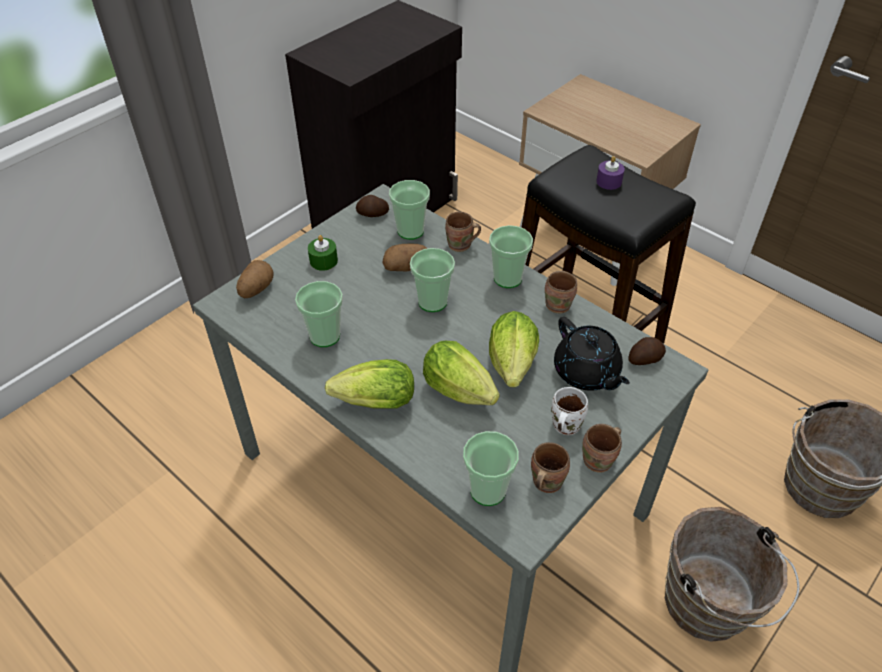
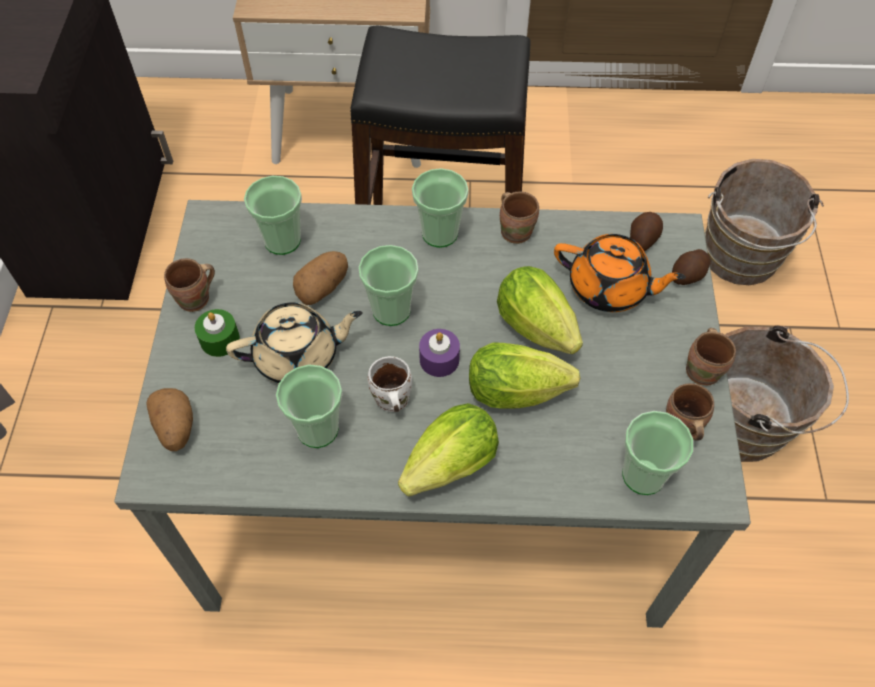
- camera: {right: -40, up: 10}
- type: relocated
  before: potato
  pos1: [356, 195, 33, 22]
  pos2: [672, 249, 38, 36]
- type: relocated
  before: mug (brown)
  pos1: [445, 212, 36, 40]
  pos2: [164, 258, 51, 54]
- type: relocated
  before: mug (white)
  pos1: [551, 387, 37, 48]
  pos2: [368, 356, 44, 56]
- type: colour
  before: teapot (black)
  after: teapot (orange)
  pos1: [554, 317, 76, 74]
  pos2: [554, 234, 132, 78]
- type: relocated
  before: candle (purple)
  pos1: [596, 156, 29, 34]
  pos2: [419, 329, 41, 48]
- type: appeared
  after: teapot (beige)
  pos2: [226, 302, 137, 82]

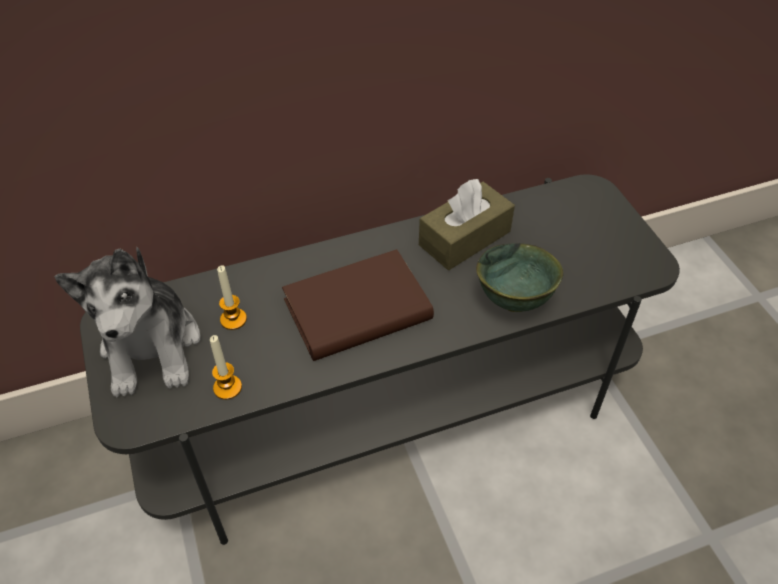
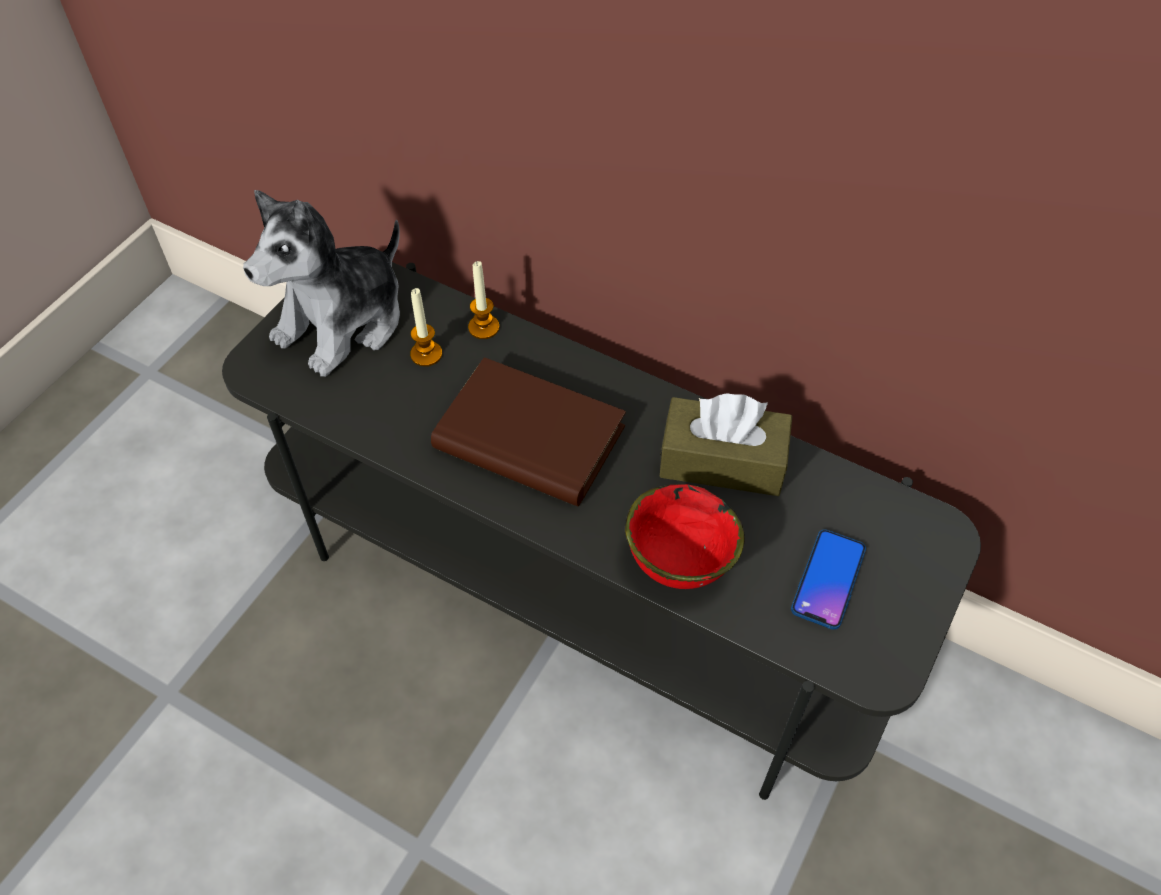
- camera: {right: 50, up: 5}
- type: relocated
  before: candle
  pos1: [210, 335, 32, 65]
  pos2: [468, 261, 31, 78]
- type: colour
  before: bowl (green)
  after: bowl (red)
  pos1: [476, 243, 87, 69]
  pos2: [625, 484, 120, 105]
- type: appeared
  after: phone
  pos2: [791, 529, 75, 101]

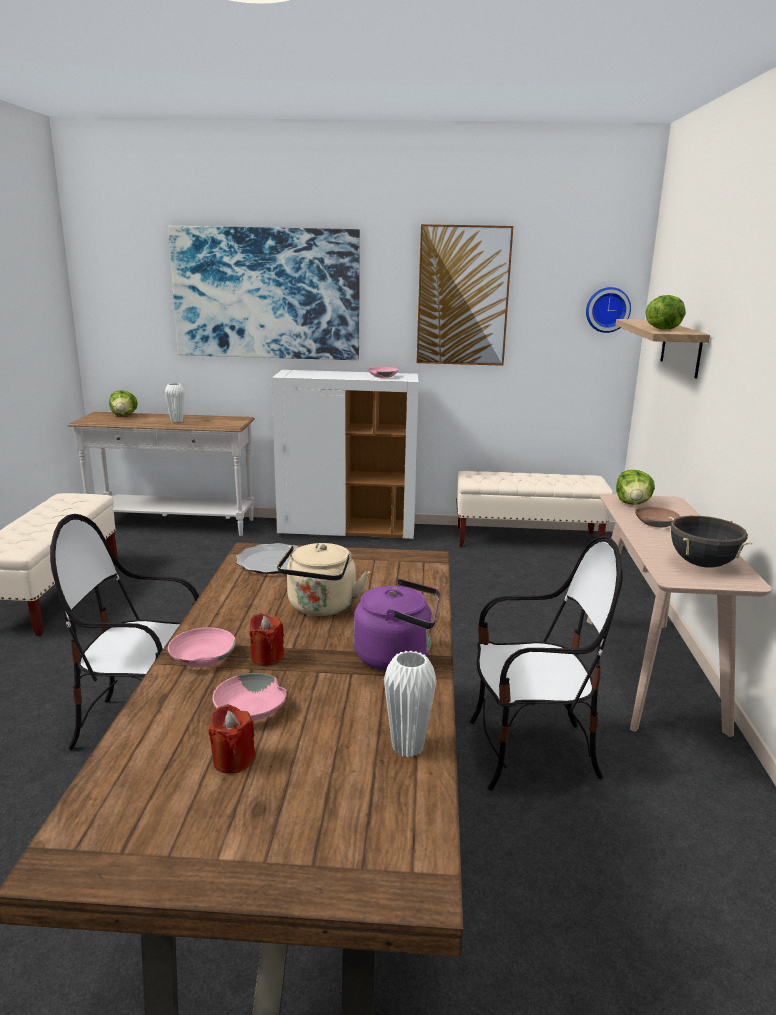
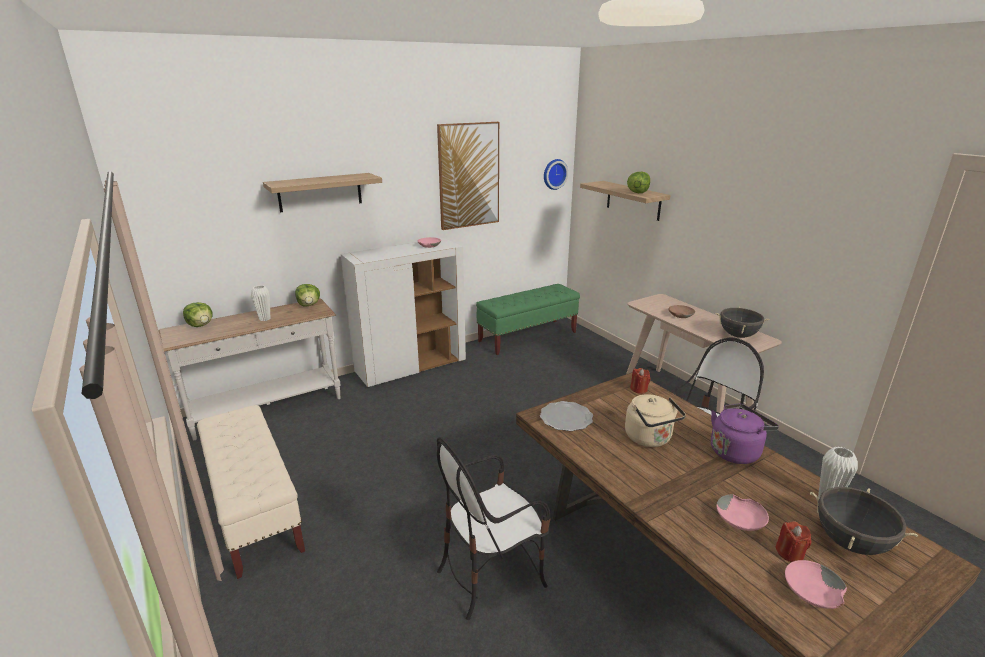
- camera: {right: -35, up: 5}
- type: exchanged
  before: picture
  after: shelf
  pos1: [168, 226, 192, 134]
  pos2: [263, 173, 119, 39]
- type: relocated
  before: bowl (pink)
  pos1: [168, 628, 68, 40]
  pos2: [785, 560, 62, 49]
- type: relocated
  before: candle (red)
  pos1: [250, 613, 34, 53]
  pos2: [630, 368, 20, 26]
- type: colour
  before: bench (beige)
  after: bench (green)
  pos1: [456, 471, 157, 75]
  pos2: [476, 284, 104, 71]
- type: relocated
  before: lettuce
  pos1: [616, 470, 39, 35]
  pos2: [295, 284, 25, 22]
- type: appeared
  after: cooking pot (black)
  pos2: [810, 487, 108, 68]

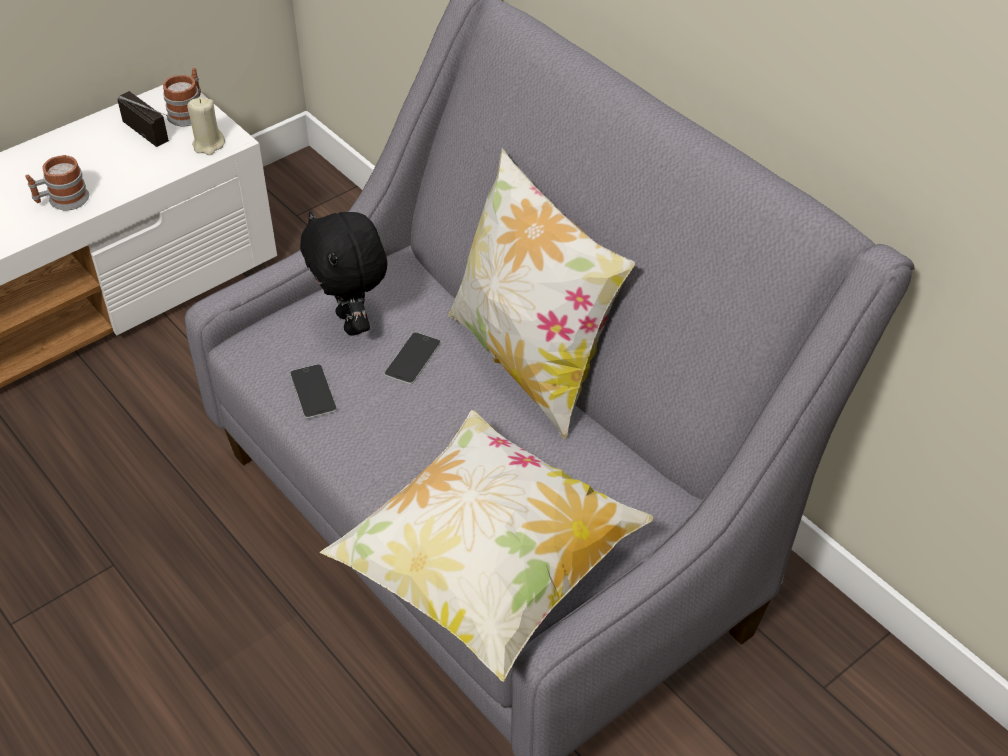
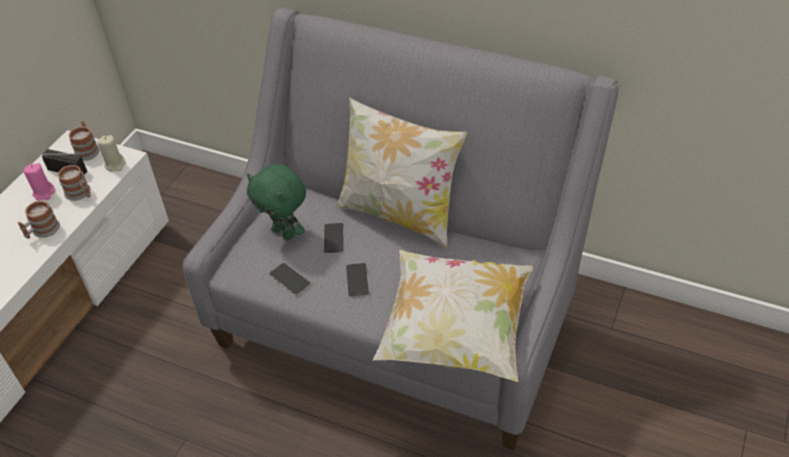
- camera: {right: -25, up: 0}
- type: colour
  before: plush toy (black)
  after: plush toy (green)
  pos1: [300, 211, 87, 125]
  pos2: [247, 164, 59, 76]
- type: appeared
  after: candle (pink)
  pos2: [24, 163, 31, 38]
- type: appeared
  after: mug
  pos2: [58, 165, 33, 36]
- type: appeared
  after: phone
  pos2: [346, 263, 23, 35]

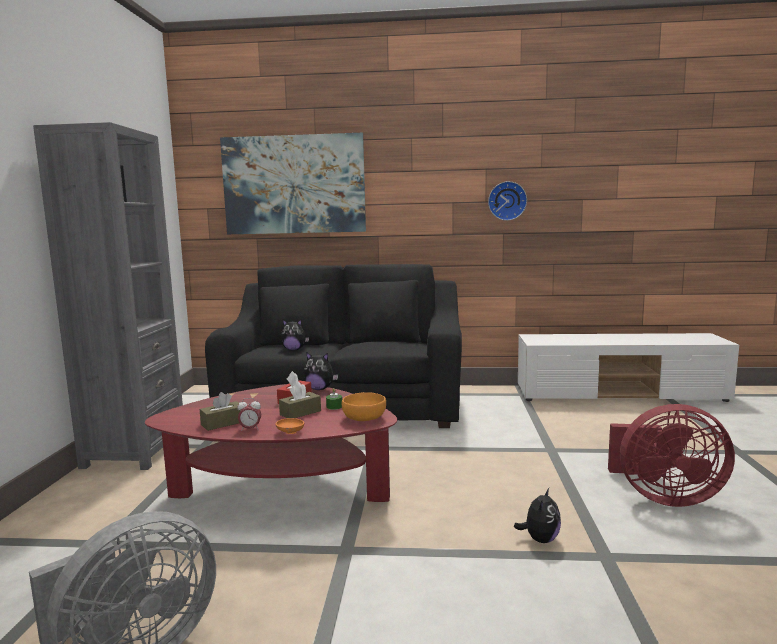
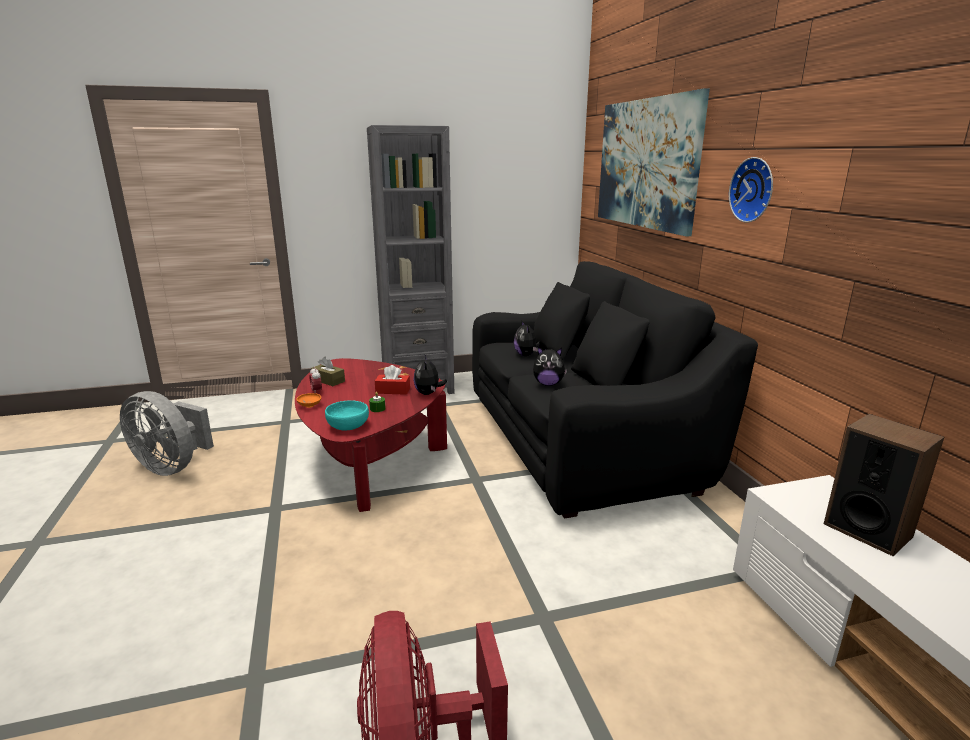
- camera: {right: 70, up: 10}
- type: missing
  before: tissue box (brown)
  pos1: [279, 382, 42, 36]
- type: colour
  before: bowl (orange)
  after: bowl (turquoise)
  pos1: [342, 392, 44, 29]
  pos2: [325, 401, 44, 29]
- type: relocated
  before: wall clock
  pos1: [488, 181, 39, 40]
  pos2: [729, 157, 44, 66]
- type: relocated
  before: plush toy
  pos1: [514, 488, 47, 55]
  pos2: [533, 347, 35, 39]
- type: appeared
  after: speaker
  pos2: [824, 414, 120, 142]

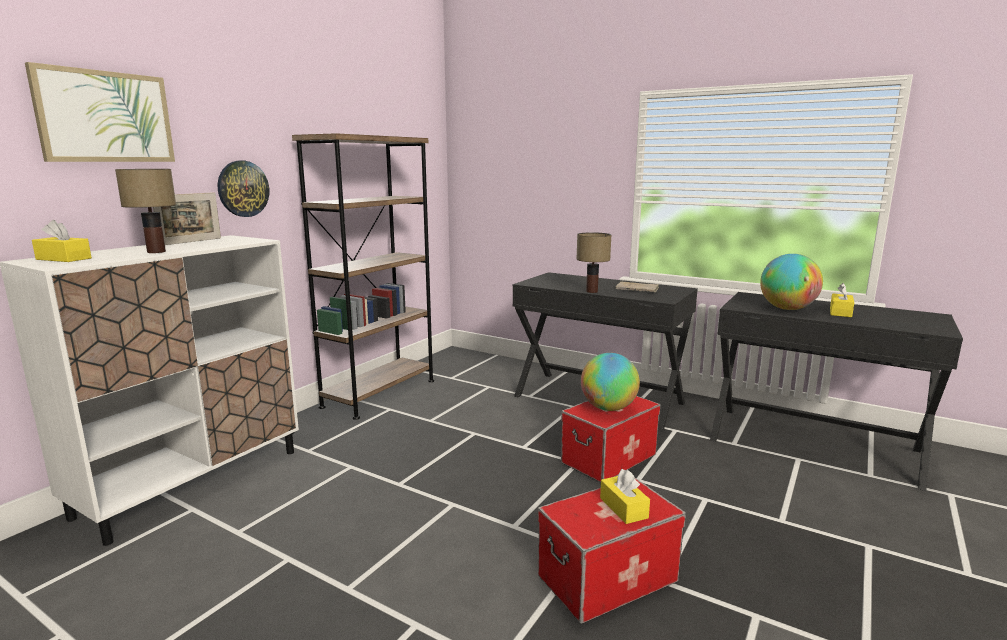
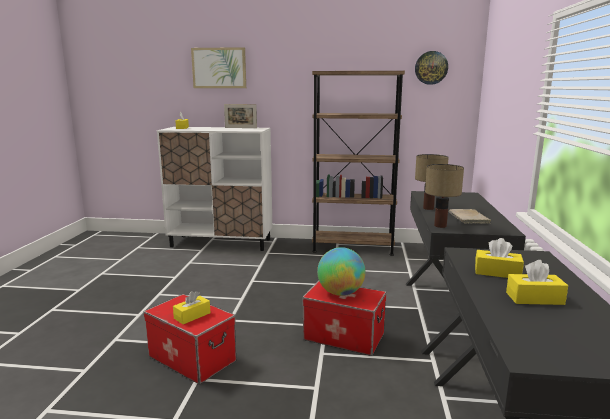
- camera: {right: 65, up: 0}
- type: relocated
  before: table lamp
  pos1: [115, 169, 61, 84]
  pos2: [425, 164, 39, 64]
- type: relocated
  before: wall clock
  pos1: [218, 161, 51, 56]
  pos2: [415, 51, 33, 34]
- type: exchanged
  before: globe
  after: tissue box (yellow)
  pos1: [760, 254, 63, 56]
  pos2: [475, 238, 49, 40]

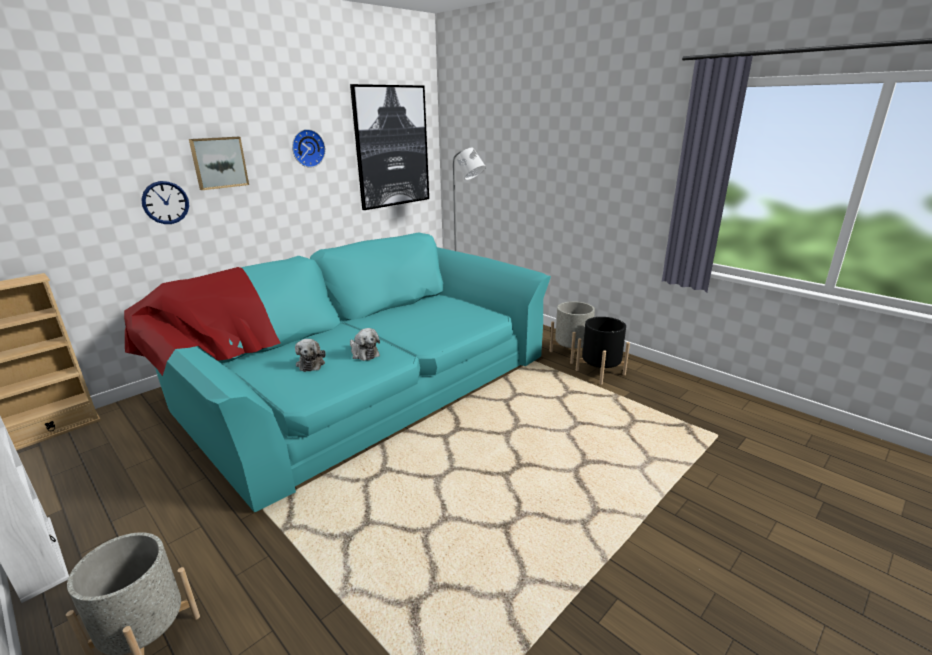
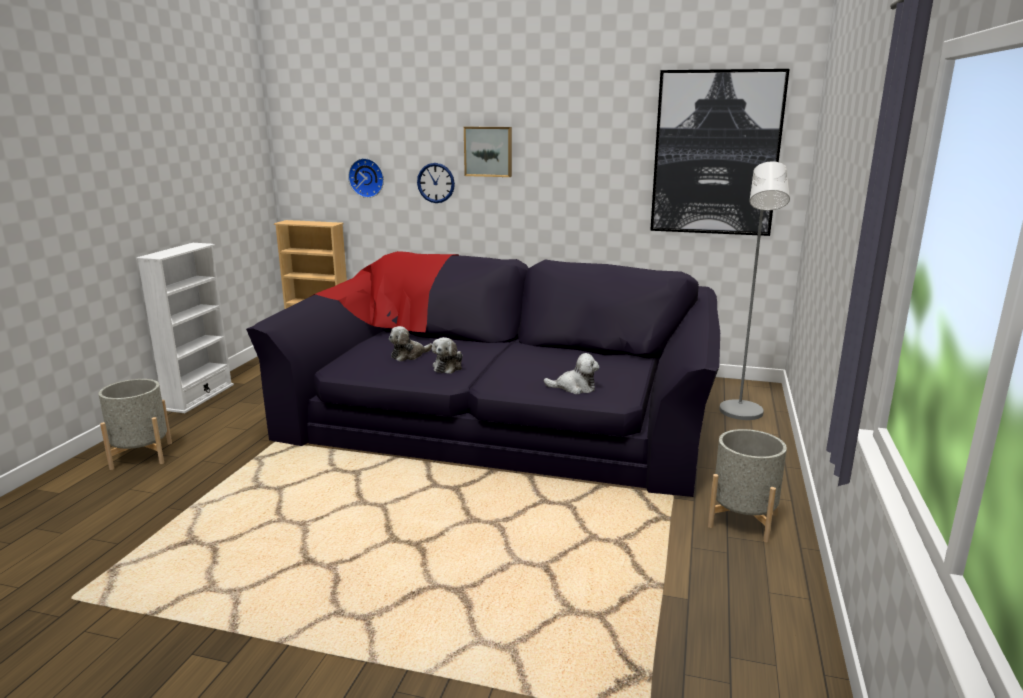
- camera: {right: 60, up: -5}
- type: colour
  before: sofa (turquoise)
  after: sofa (black)
  pos1: [124, 232, 427, 281]
  pos2: [246, 251, 474, 246]
- type: relocated
  before: wall clock
  pos1: [292, 129, 33, 39]
  pos2: [348, 158, 36, 40]
- type: missing
  before: planter (black)
  pos1: [576, 317, 54, 68]
- type: appeared
  after: plush toy
  pos2: [544, 353, 56, 41]

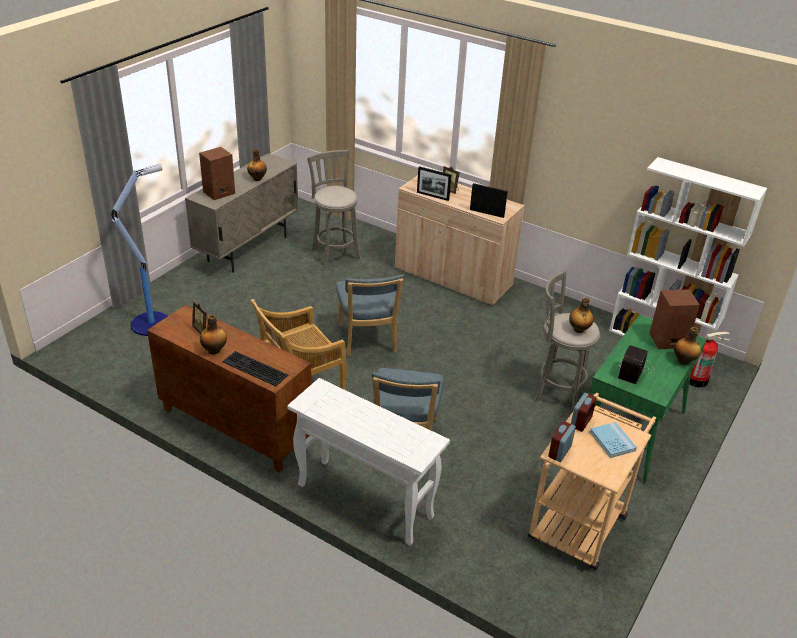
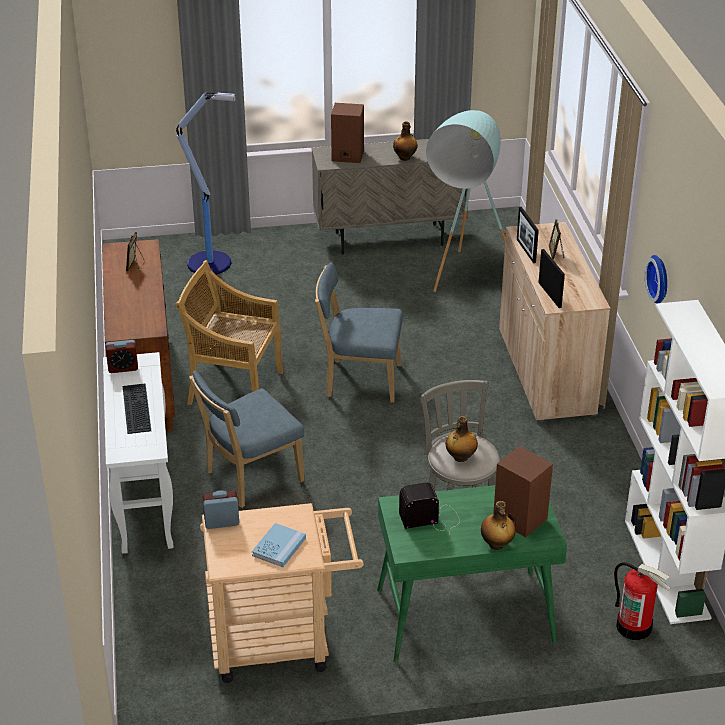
- camera: {right: 50, up: 0}
- type: missing
  before: bottle
  pos1: [200, 314, 27, 40]
- type: relocated
  before: keyboard
  pos1: [222, 351, 66, 35]
  pos2: [123, 383, 28, 51]
- type: exchanged
  before: stool (grey)
  after: floor lamp (turquoise)
  pos1: [307, 150, 54, 117]
  pos2: [426, 110, 79, 182]
- type: spun
  before: chair (blue)
  pos1: [336, 274, 68, 82]
  pos2: [315, 262, 88, 141]
  turn: 60
- type: relocated
  before: alarm clock
  pos1: [571, 393, 26, 39]
  pos2: [105, 340, 33, 33]
- type: appeared
  after: wall clock
  pos2: [645, 255, 22, 49]

